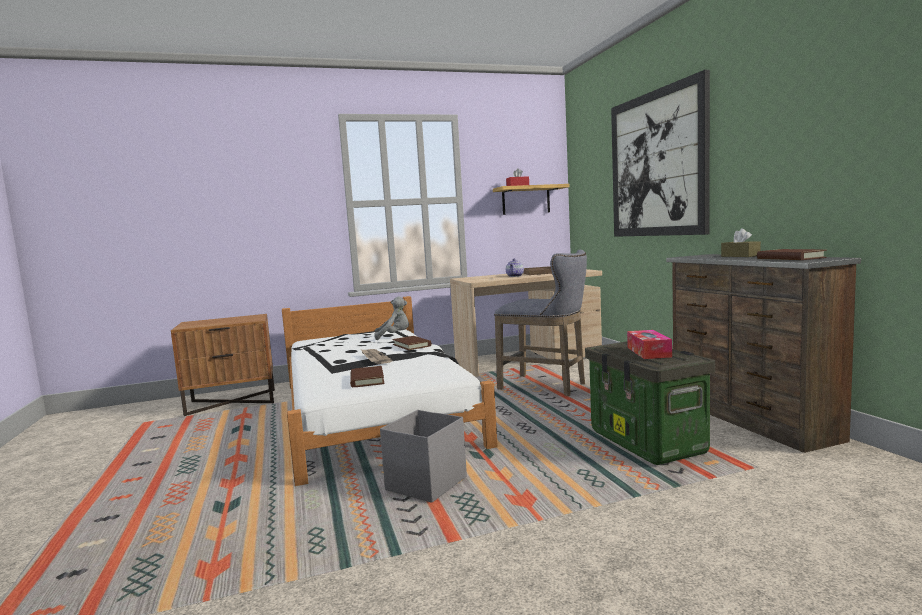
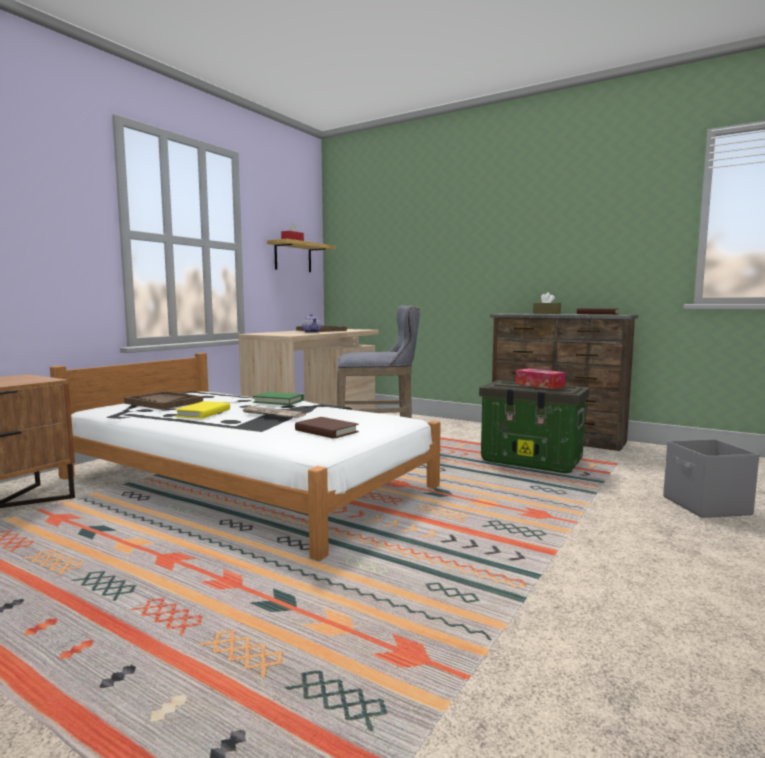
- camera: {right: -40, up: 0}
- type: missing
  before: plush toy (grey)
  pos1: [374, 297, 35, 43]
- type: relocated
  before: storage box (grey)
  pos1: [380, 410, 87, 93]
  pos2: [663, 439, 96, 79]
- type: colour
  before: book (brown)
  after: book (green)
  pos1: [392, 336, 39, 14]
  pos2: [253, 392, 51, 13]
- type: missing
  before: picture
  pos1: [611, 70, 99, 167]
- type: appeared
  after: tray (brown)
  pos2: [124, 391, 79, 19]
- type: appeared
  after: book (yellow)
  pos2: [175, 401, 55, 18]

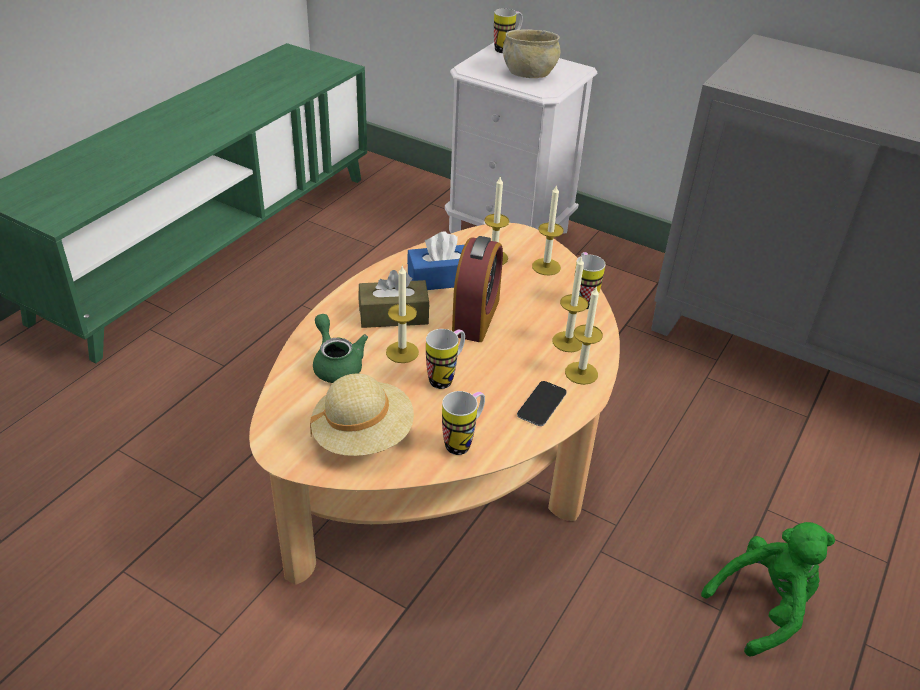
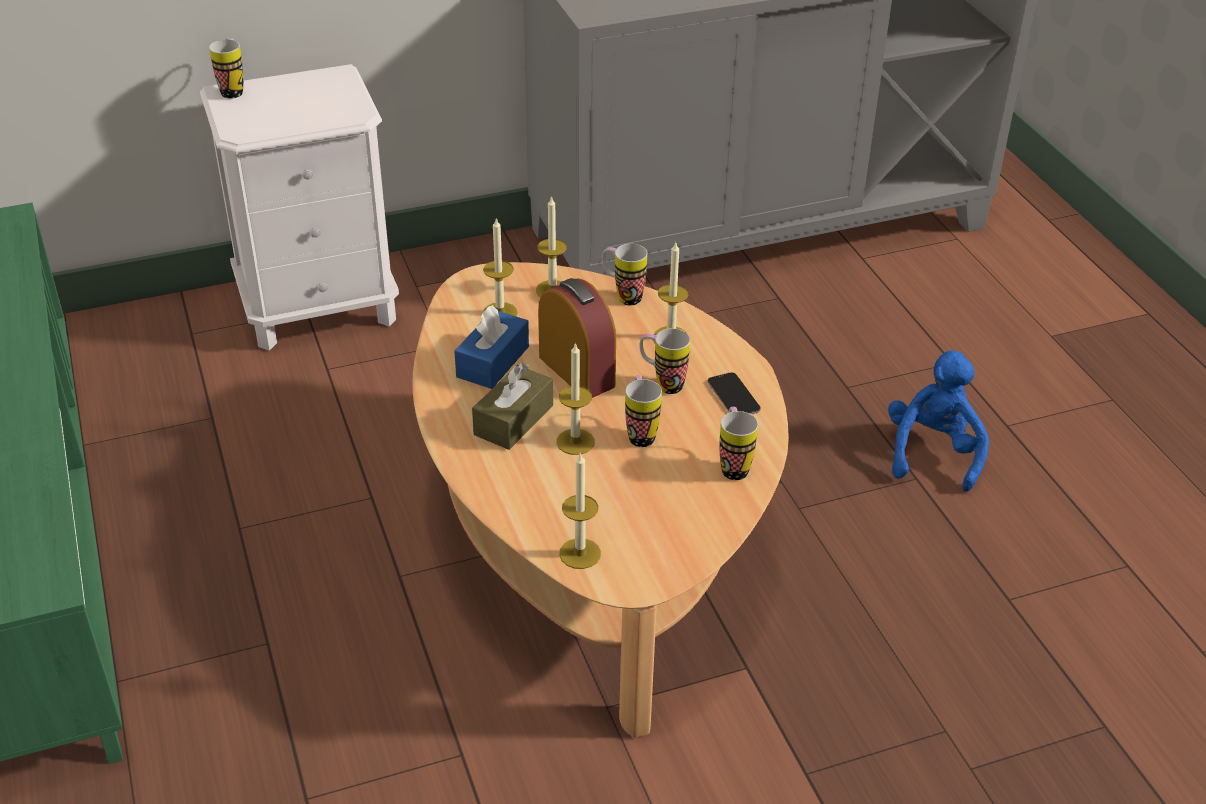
- camera: {right: -50, up: 0}
- type: missing
  before: hat (beige)
  pos1: [310, 374, 104, 82]
- type: missing
  before: teapot (green)
  pos1: [313, 314, 55, 69]
- type: missing
  before: bowl (beige)
  pos1: [503, 29, 58, 49]
- type: relocated
  before: candle
  pos1: [565, 287, 38, 98]
  pos2: [559, 452, 42, 117]
- type: colour
  before: plush toy (green)
  after: plush toy (blue)
  pos1: [701, 522, 134, 134]
  pos2: [888, 351, 101, 141]
- type: appeared
  after: mug
  pos2: [639, 328, 51, 66]

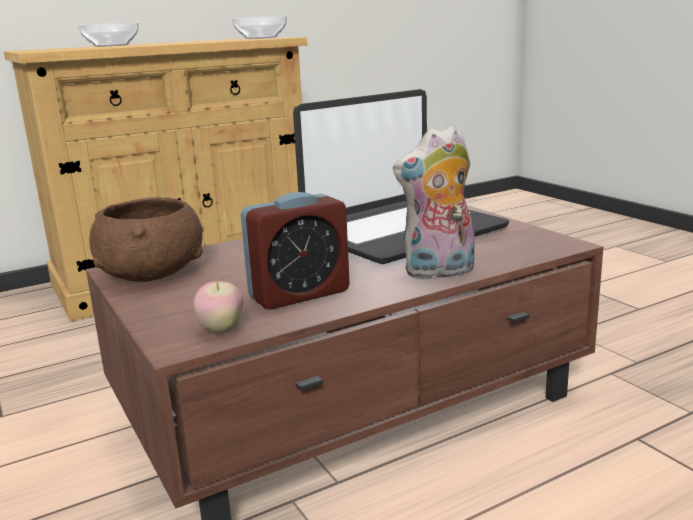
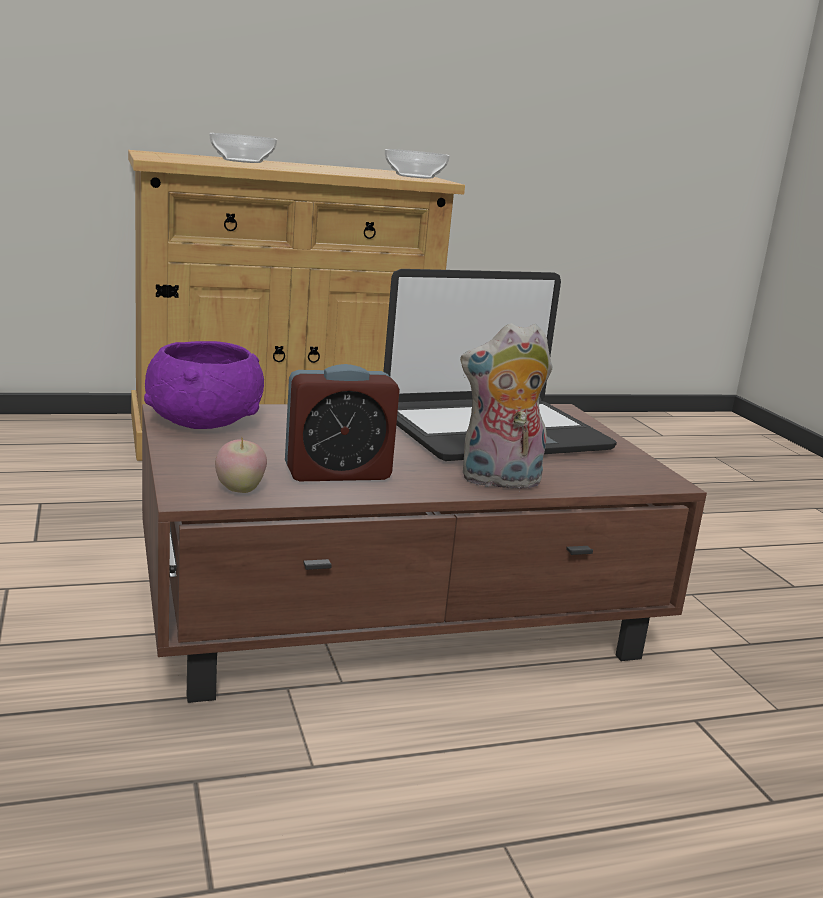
- camera: {right: 10, up: 0}
- type: colour
  before: bowl (brown)
  after: bowl (purple)
  pos1: [89, 197, 114, 85]
  pos2: [144, 341, 120, 88]

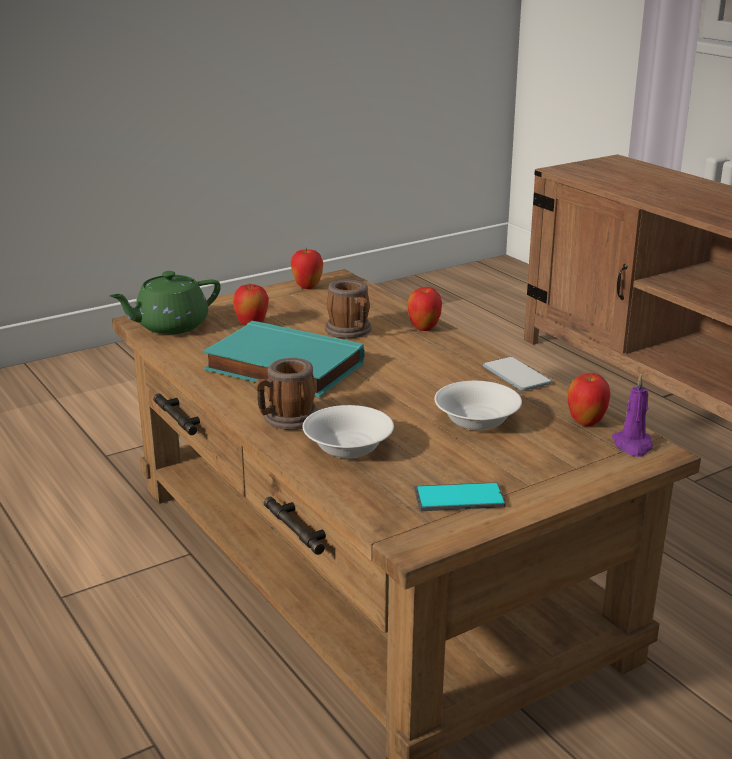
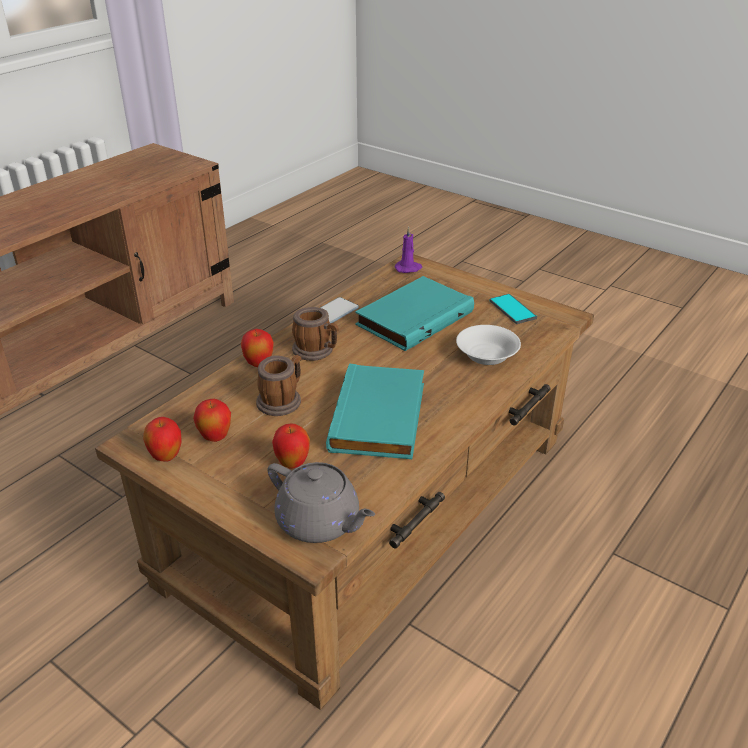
- camera: {right: -110, up: 10}
- type: colour
  before: teapot (green)
  after: teapot (grey)
  pos1: [109, 271, 112, 64]
  pos2: [267, 462, 108, 81]
- type: relocated
  before: mug
  pos1: [254, 358, 65, 72]
  pos2: [292, 307, 47, 54]
- type: exchanged
  before: bowl (white)
  after: book (turquoise)
  pos1: [434, 381, 88, 49]
  pos2: [355, 276, 119, 75]
- type: relocated
  before: apple
  pos1: [568, 373, 43, 53]
  pos2: [193, 399, 38, 43]

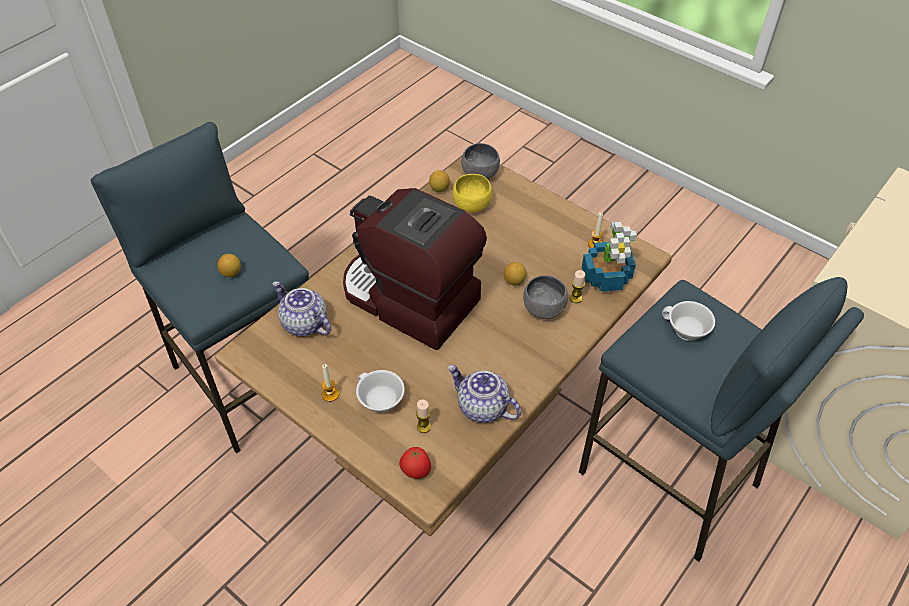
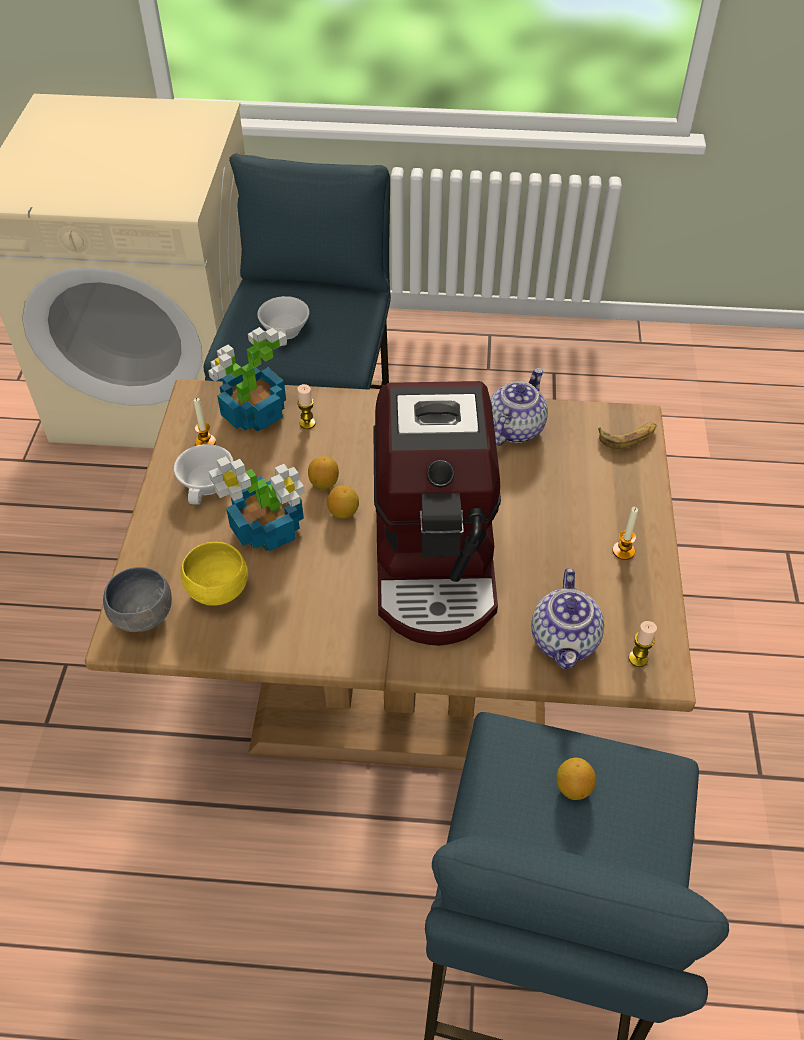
- camera: {right: -125, up: 0}
- type: relocated
  before: cup (white)
  pos1: [356, 370, 49, 43]
  pos2: [174, 444, 59, 61]
- type: exchanged
  before: tomato
  after: banana
  pos1: [399, 447, 32, 32]
  pos2: [598, 423, 59, 26]
- type: relocated
  before: candle
  pos1: [416, 399, 15, 34]
  pos2: [629, 621, 28, 46]
- type: relocated
  before: lemon
  pos1: [429, 170, 21, 22]
  pos2: [327, 485, 32, 34]
- type: spun
  before: teapot
  pos1: [448, 365, 73, 58]
  pos2: [490, 368, 58, 78]
  turn: -150
- type: missing
  before: bowl (grey)
  pos1: [523, 275, 45, 44]
- type: appeared
  after: potted plant
  pos2: [208, 456, 97, 95]

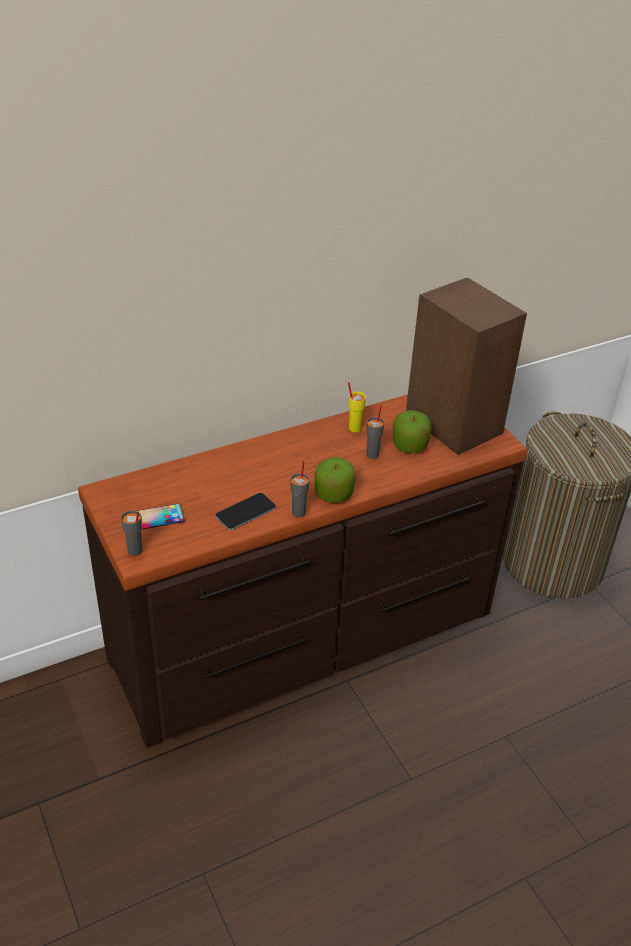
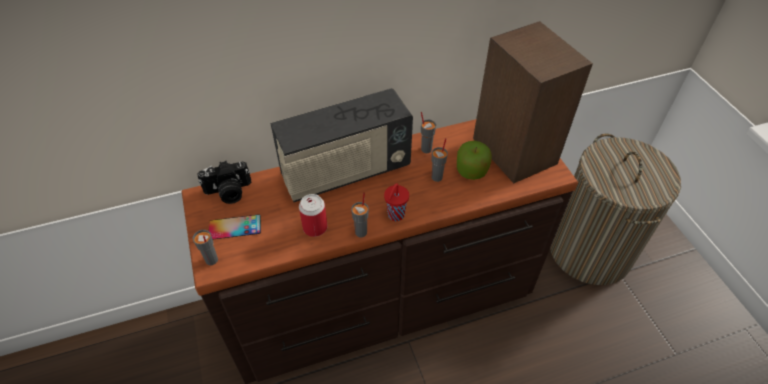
- camera: {right: 10, up: 10}
- type: exchanged
  before: phone
  after: can
  pos1: [216, 493, 60, 37]
  pos2: [299, 194, 28, 43]
- type: exchanged
  before: apple
  after: cup (red)
  pos1: [314, 457, 41, 46]
  pos2: [384, 183, 25, 38]
- type: colour
  before: cup (yellow)
  after: cup (grey)
  pos1: [348, 382, 18, 50]
  pos2: [421, 112, 15, 41]
- type: appeared
  after: photo camera
  pos2: [197, 161, 55, 43]
- type: appeared
  after: radio
  pos2: [270, 88, 143, 114]

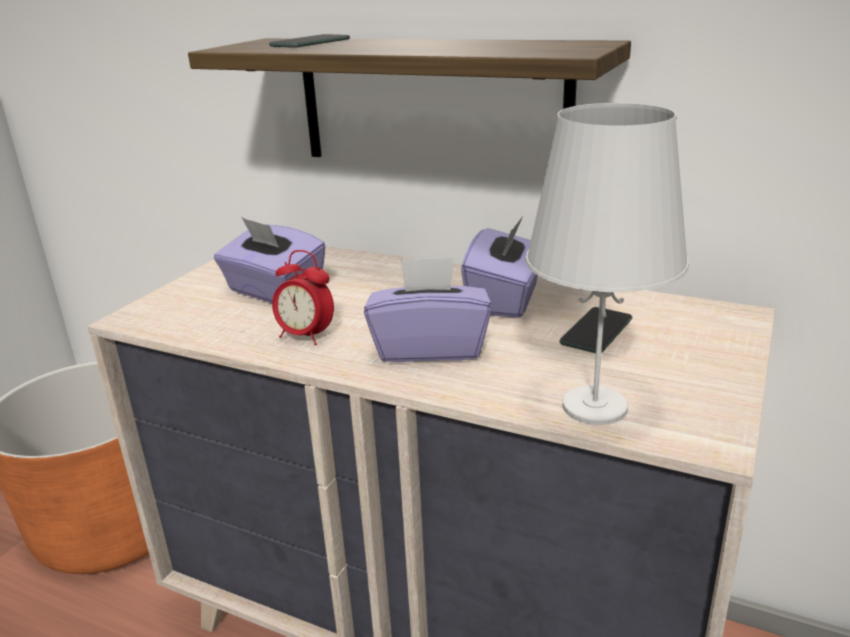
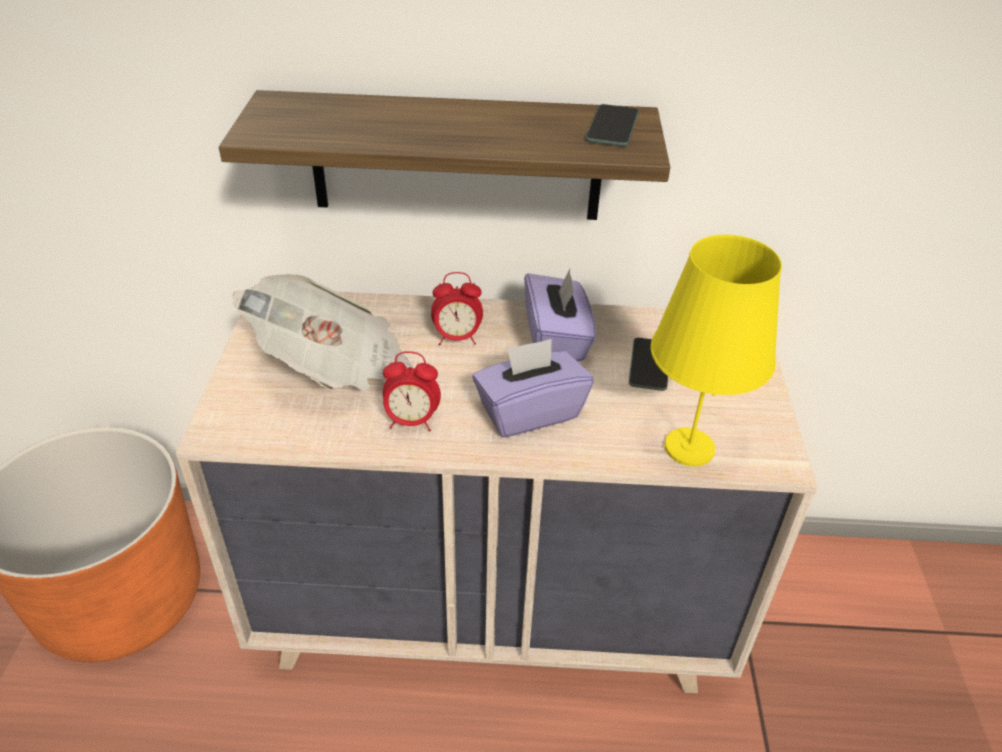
- camera: {right: -25, up: 15}
- type: exchanged
  before: tissue box (purple)
  after: newspaper
  pos1: [214, 217, 112, 86]
  pos2: [232, 274, 182, 117]
- type: relocated
  before: phone
  pos1: [269, 34, 81, 14]
  pos2: [586, 104, 53, 42]
- type: colour
  before: table lamp (white)
  after: table lamp (yellow)
  pos1: [525, 103, 164, 322]
  pos2: [651, 235, 131, 231]
- type: appeared
  after: alarm clock
  pos2: [431, 272, 52, 73]

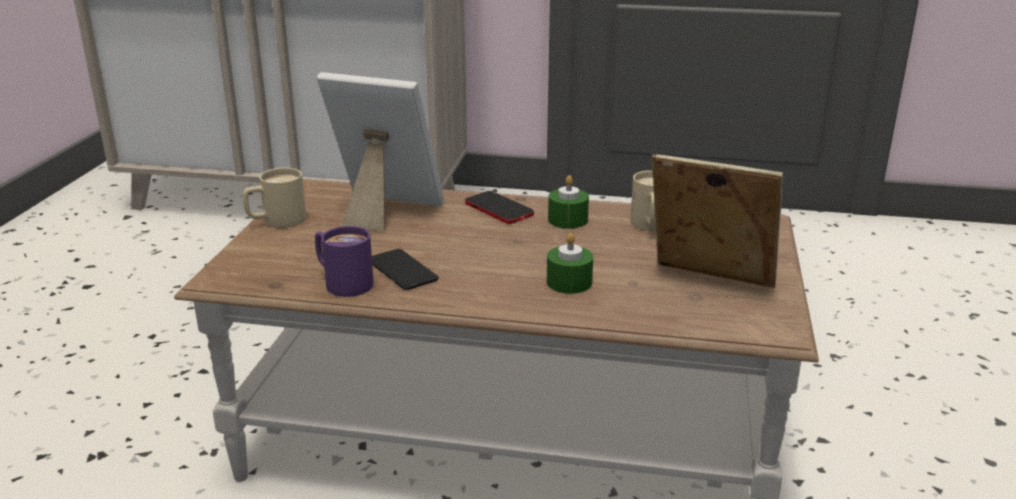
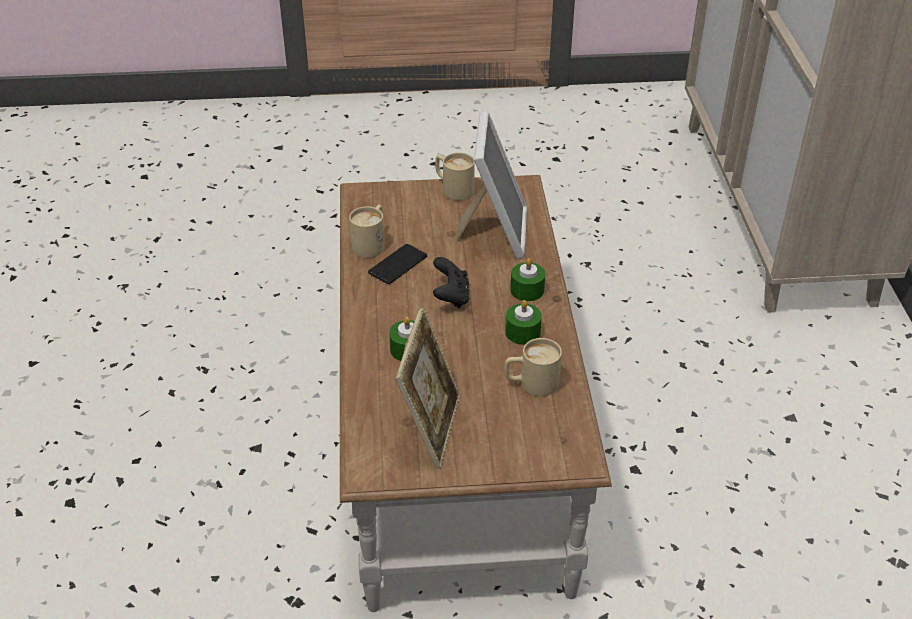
- camera: {right: 75, up: 15}
- type: colour
  before: mug (purple)
  after: mug (beige)
  pos1: [315, 226, 59, 71]
  pos2: [349, 205, 36, 53]
- type: exchanged
  before: phone
  after: candle (green)
  pos1: [465, 191, 69, 33]
  pos2: [510, 258, 35, 43]
- type: appeared
  after: game controller (black)
  pos2: [433, 257, 36, 51]

